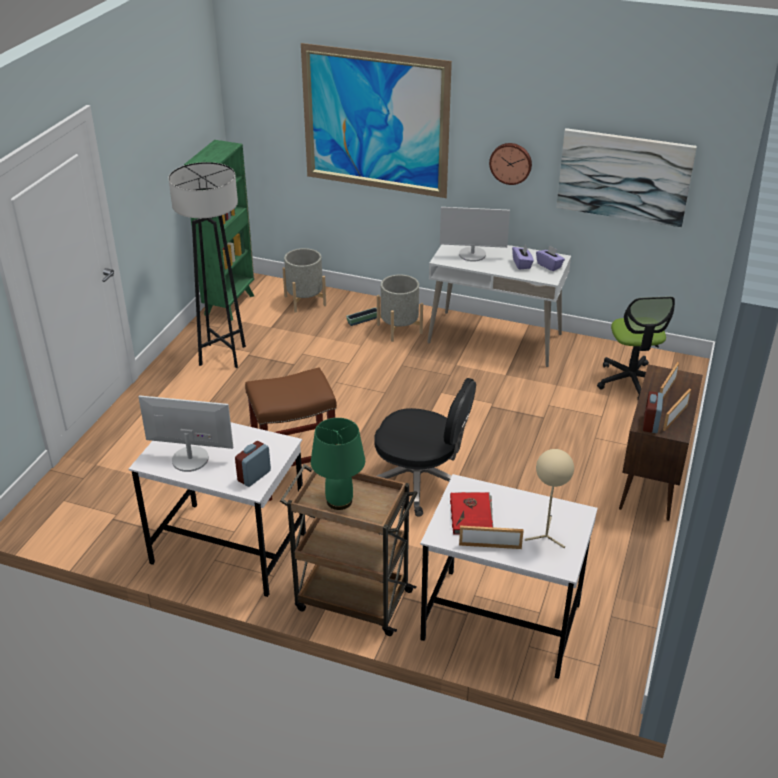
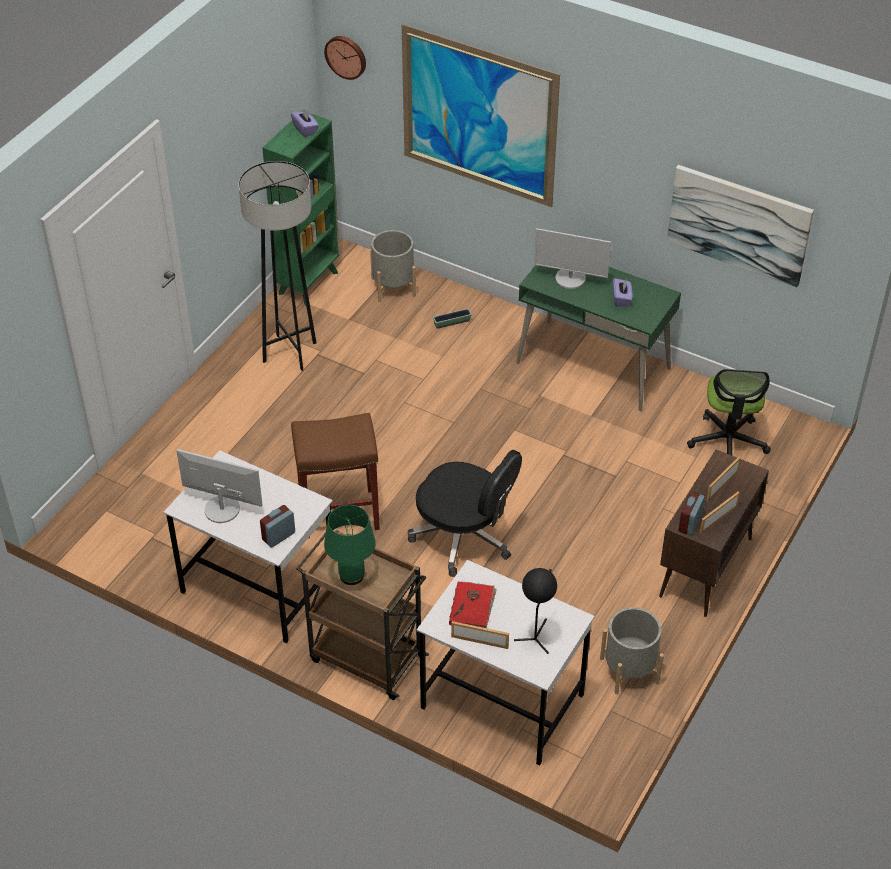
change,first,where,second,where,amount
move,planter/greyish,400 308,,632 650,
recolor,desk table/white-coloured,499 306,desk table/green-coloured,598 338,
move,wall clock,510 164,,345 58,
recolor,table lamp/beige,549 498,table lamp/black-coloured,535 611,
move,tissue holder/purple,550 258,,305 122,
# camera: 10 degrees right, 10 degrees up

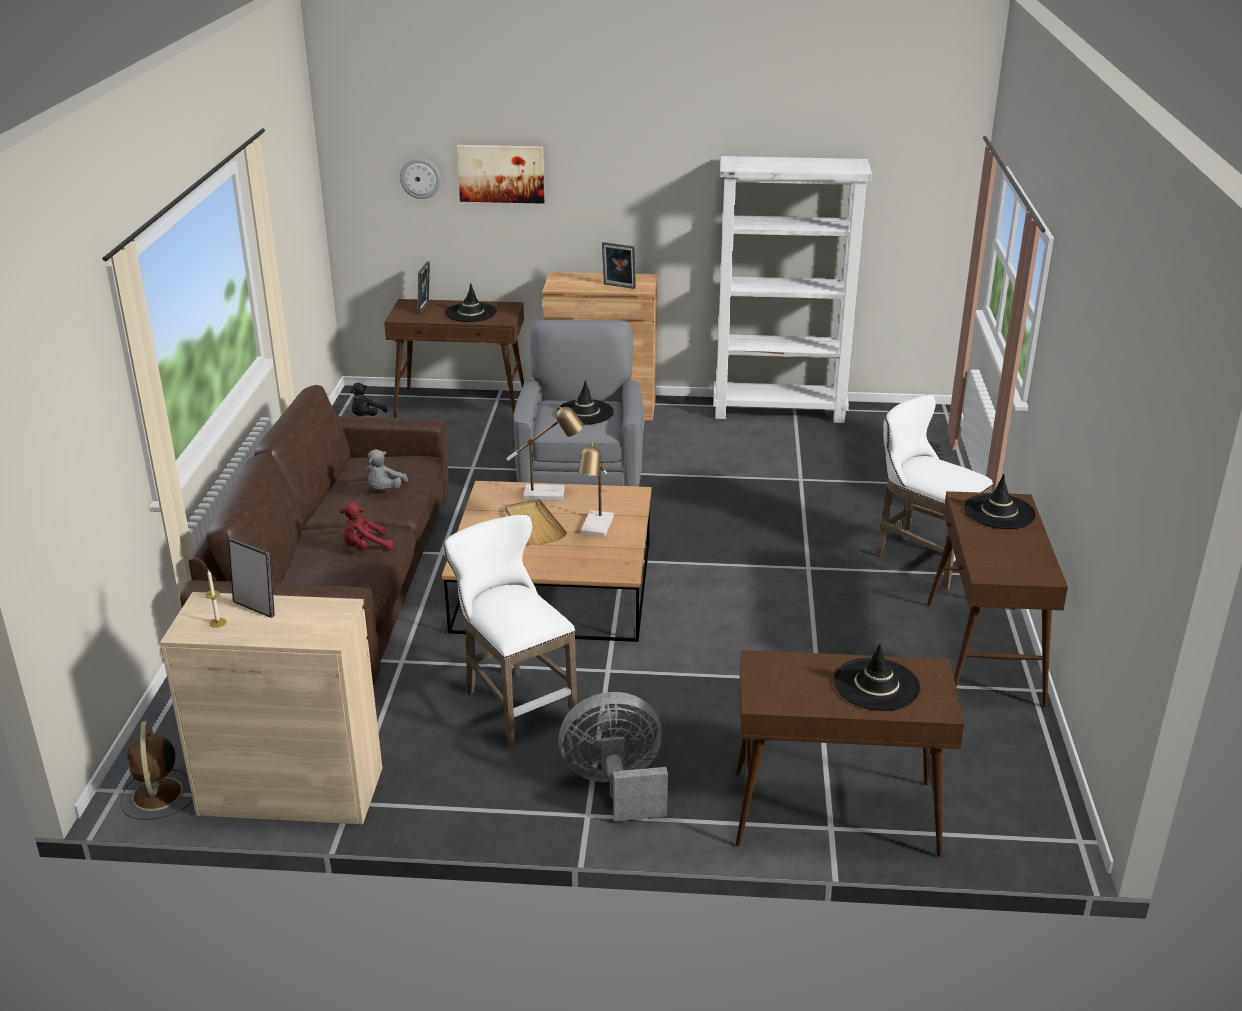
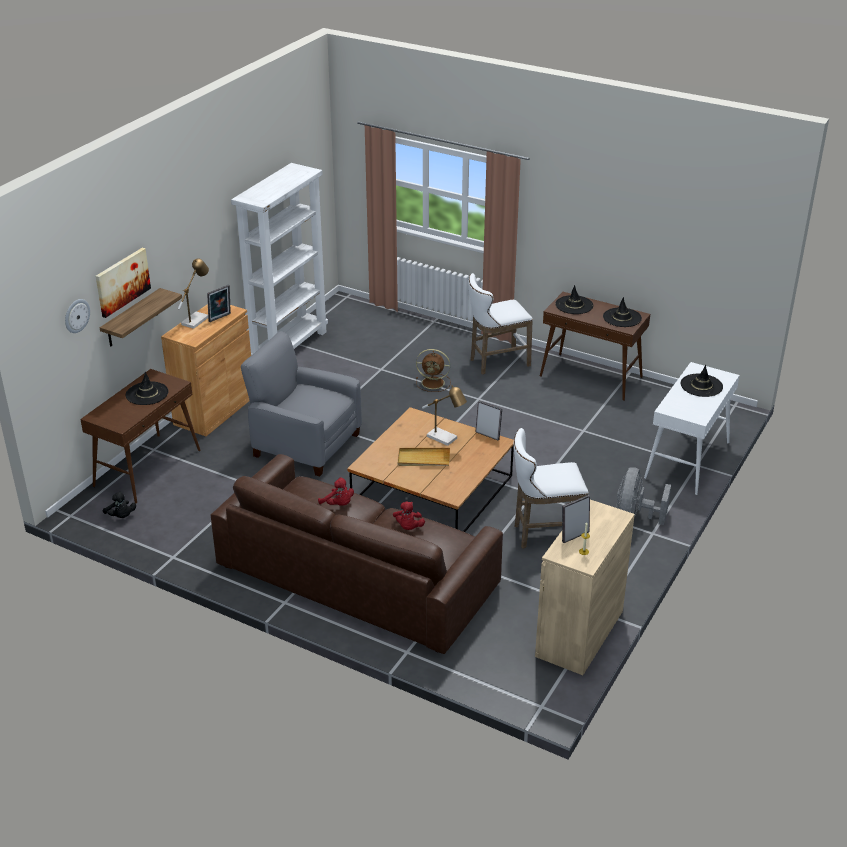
change,first,where,second,where,amount
move,electric fan/brown,157 770,,433 370,
recolor,cuddly toy/greyish,387 469,cuddly toy/red,336 491,
move,standing frame,423 287,,488 420,
move,table lamp,545 453,,193 294,
move,hat/black-coloured,585 402,,622 312,
recolor,console table/brown,850 753,console table/white-coloured,692 428,
insert,,,shelf,140 317,
# camera: 65 degrees left, 5 degrees up

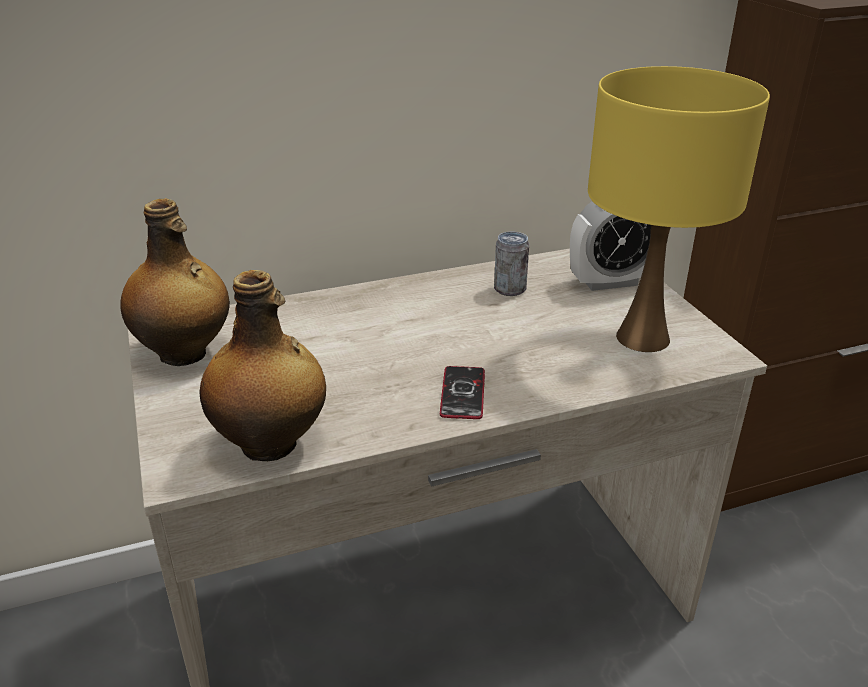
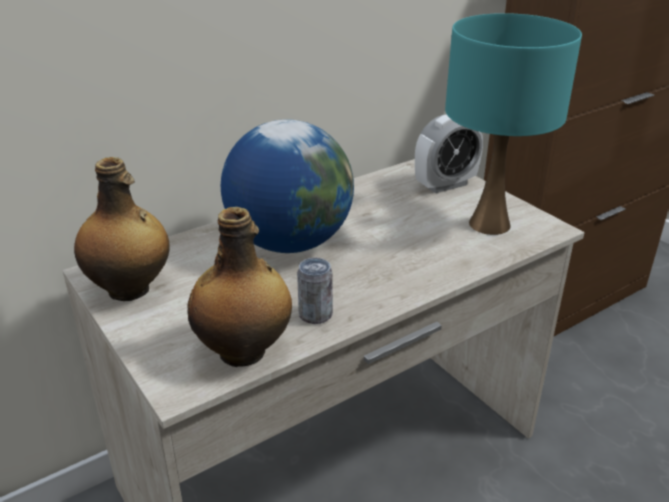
change,first,where,second,where,amount
delete,phone,462 392,,,
move,sealed can,511 263,,315 291,
recolor,table lamp/yellow-coloured,679 209,table lamp/turquoise,513 124,
insert,,,world globe,287 186,
# camera: 15 degrees left, 0 degrees up

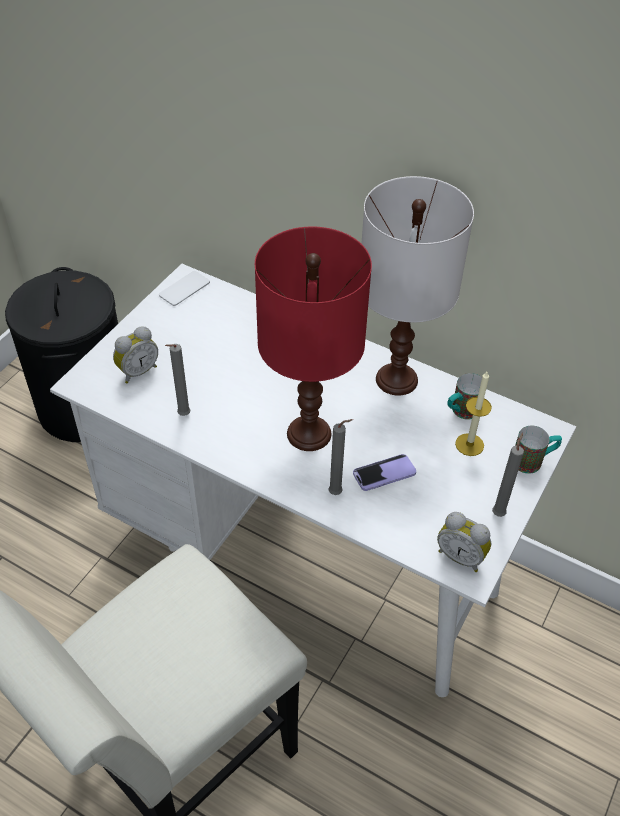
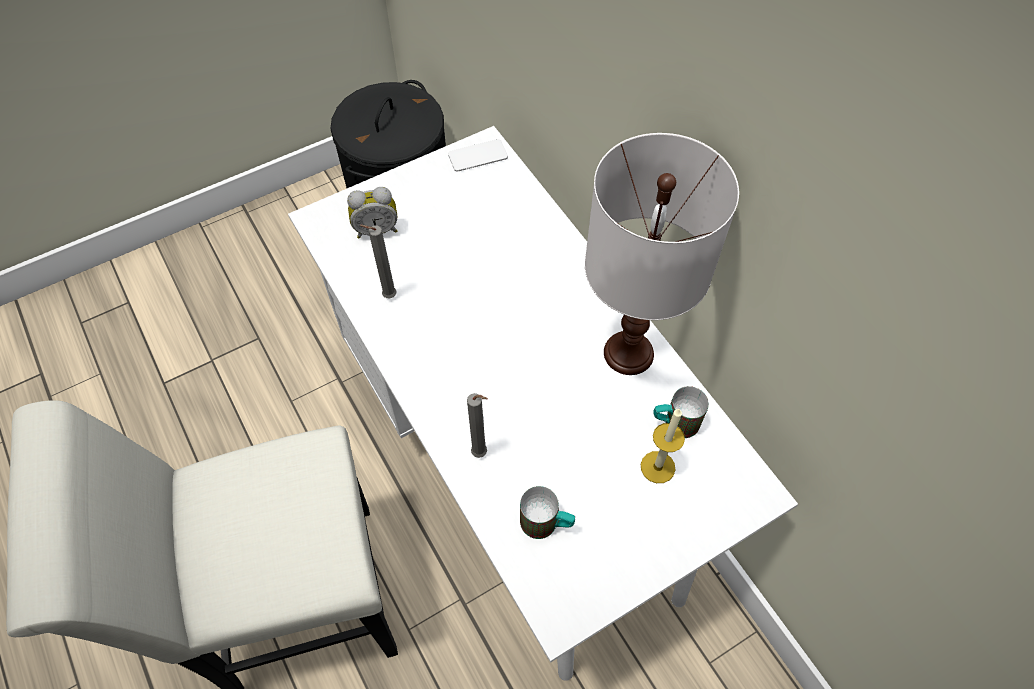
change,first,where,second,where,amount
delete,table lamp/red,313 339,,,
delete,phone,384 472,,,
delete,alarm clock,464 542,,,
delete,wax candle/greyish,508 475,,,
move,mug,538 450,,547 512,
# camera: 30 degrees right, 10 degrees up

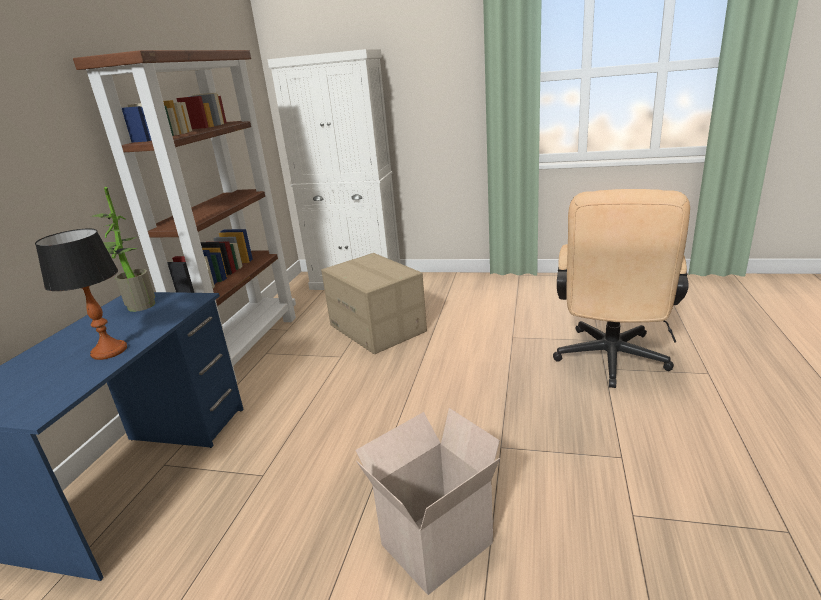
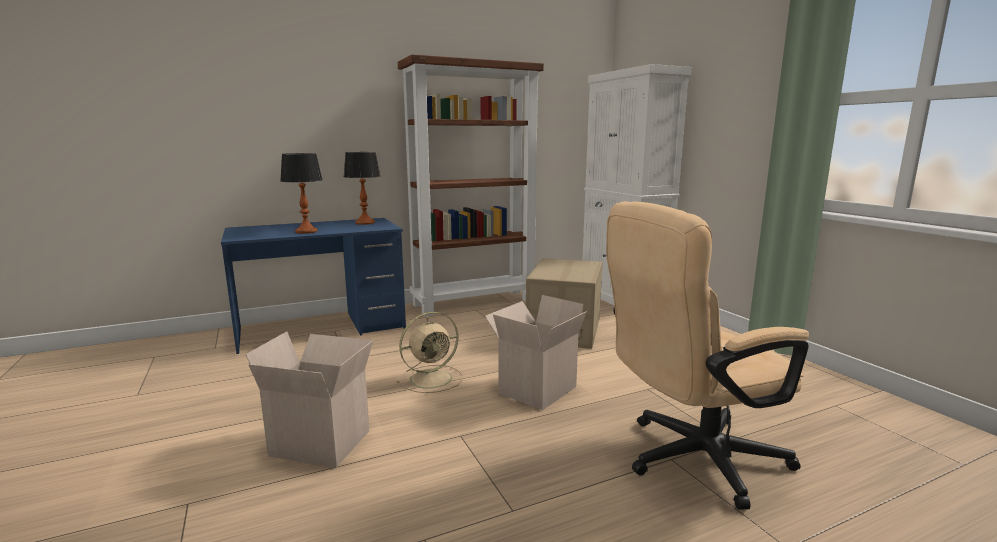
change,first,where,second,where,amount
replace,potted plant,122 249,table lamp,362 188,
insert,,,electric fan/beige,429 352,
insert,,,packing box,536 352,
# camera: 50 degrees right, 10 degrees down

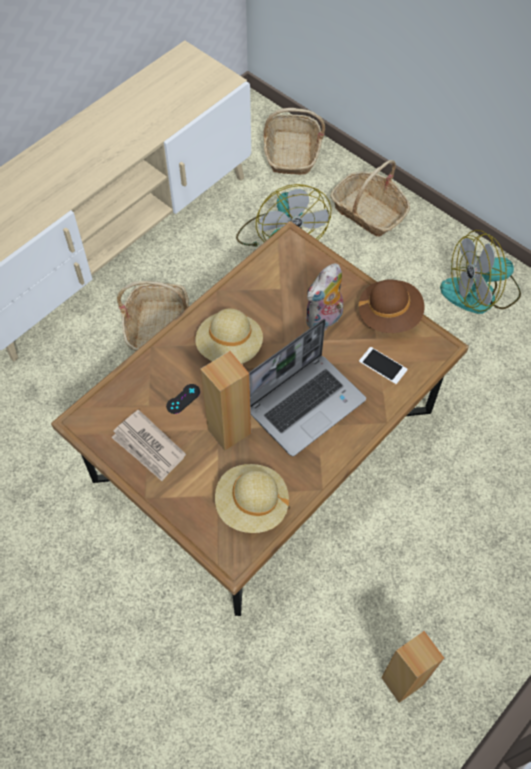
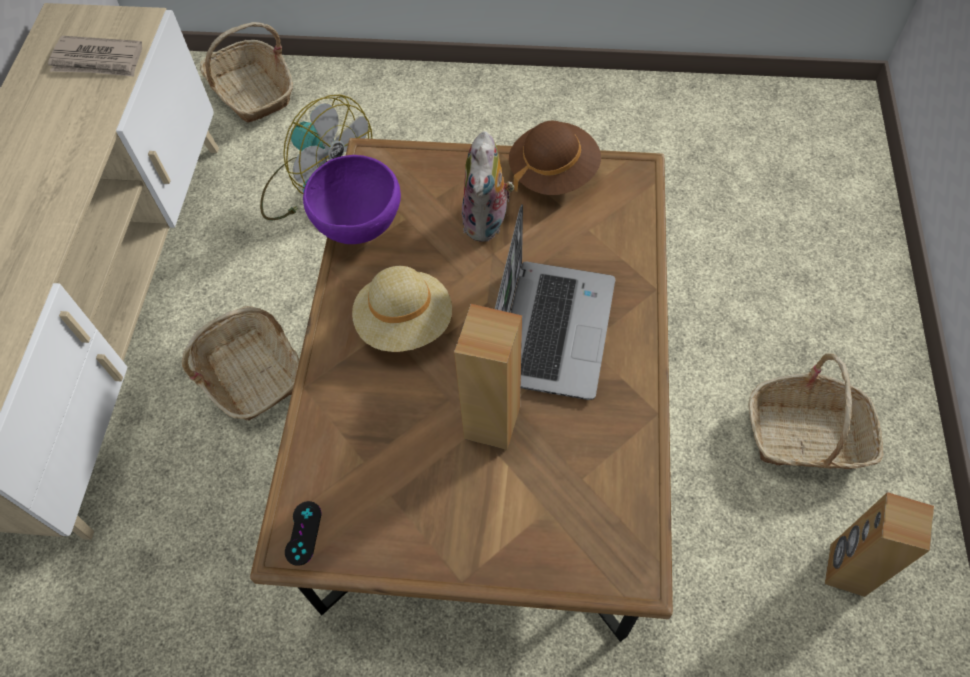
change,first,where,second,where,amount
move,newspaper,148 445,,95 56,
move,joypad/black-coloured,183 399,,303 533,
delete,hat/beige,252 498,,,
move,storage basket,370 198,,816 411,
delete,phone,383 365,,,
delete,electric fan,480 272,,,
insert,,,deep dish/purple,352 199,
# camera: 35 degrees left, 0 degrees up

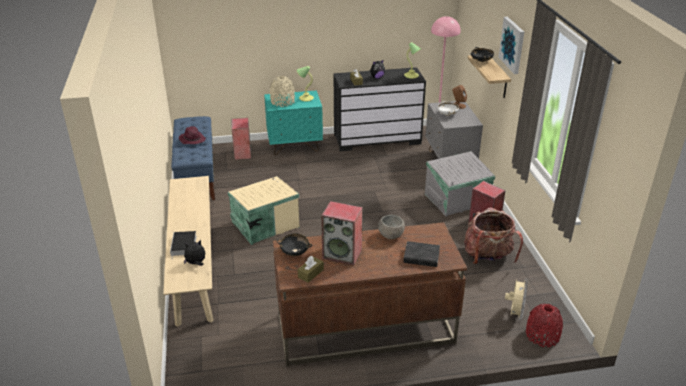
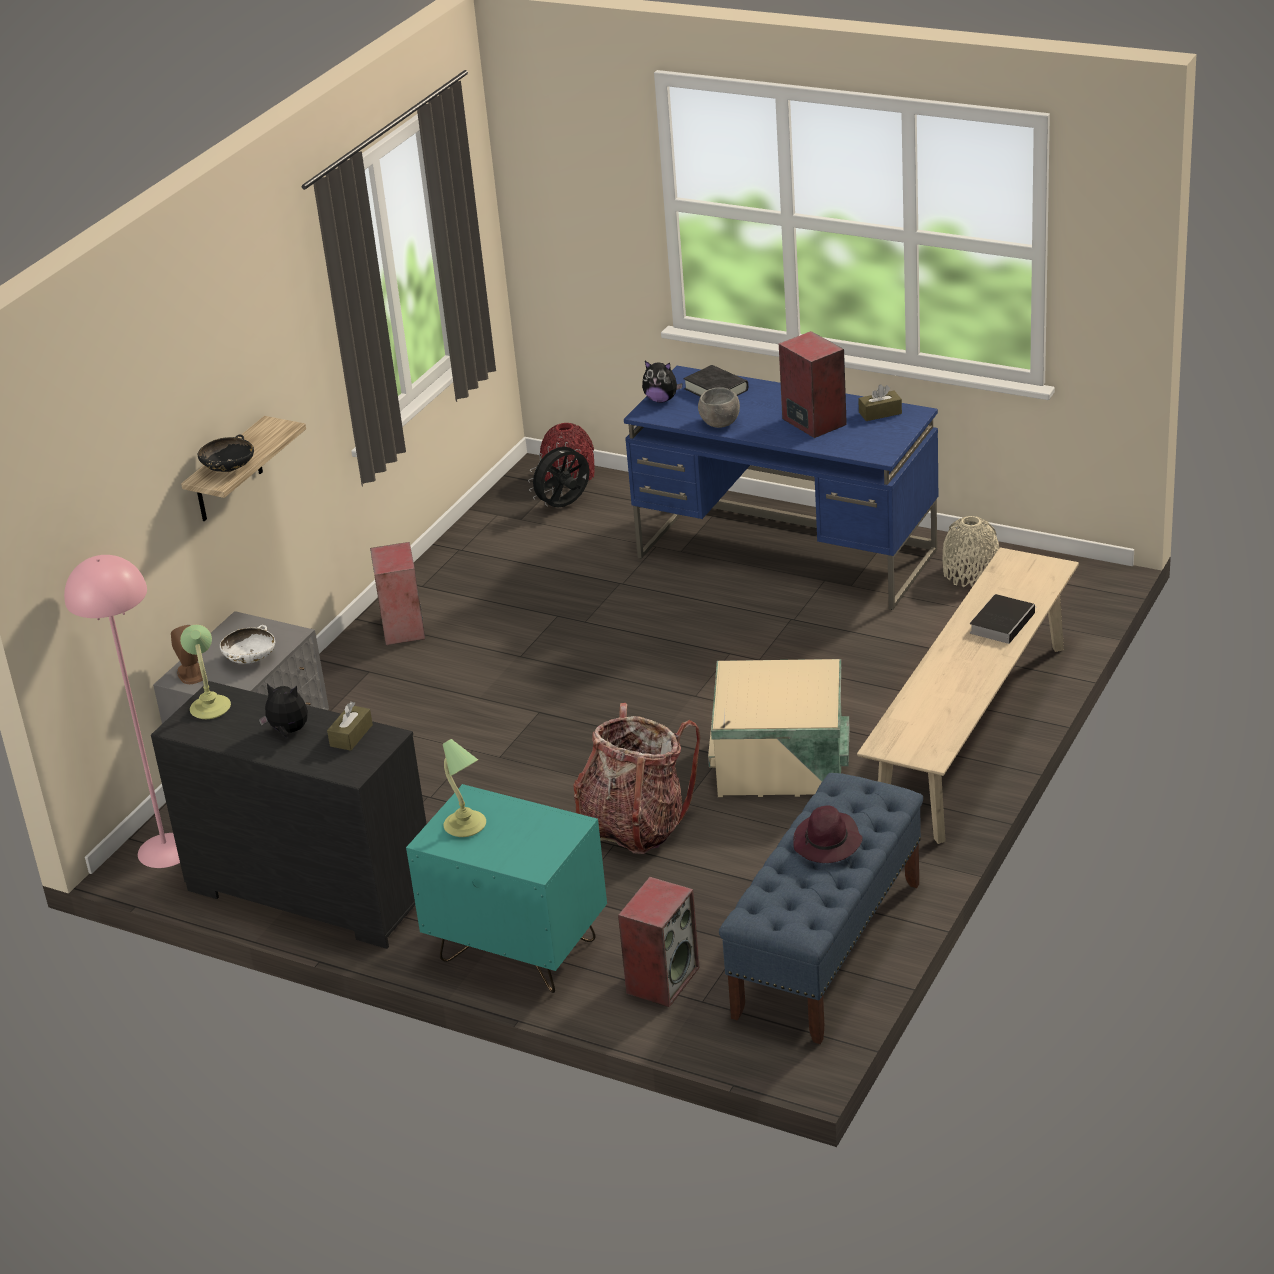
change,first,where,second,where,amount
move,cuddly toy,194 253,,662 382,
move,vase/beige,282 91,,970 551,
recolor,desk table/brown,370 294,desk table/blue-coloured,781 488,
delete,deep dish/black-coloured,294 244,,,
delete,storage container/greyish,460 184,,,
move,backpack,493 235,,637 778,
delete,wall art,511 45,,,
recolor,electric fan/beige,516 299,electric fan/black-coloured,559 475,
# camera: 140 degrees left, 0 degrees up

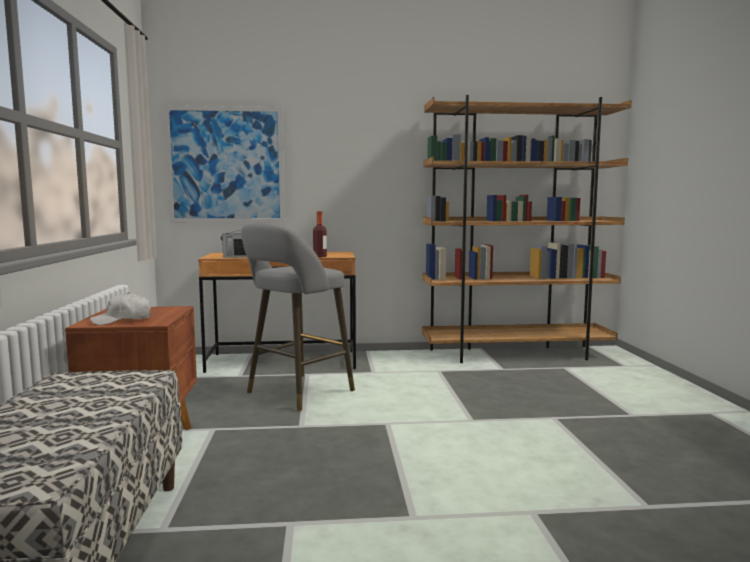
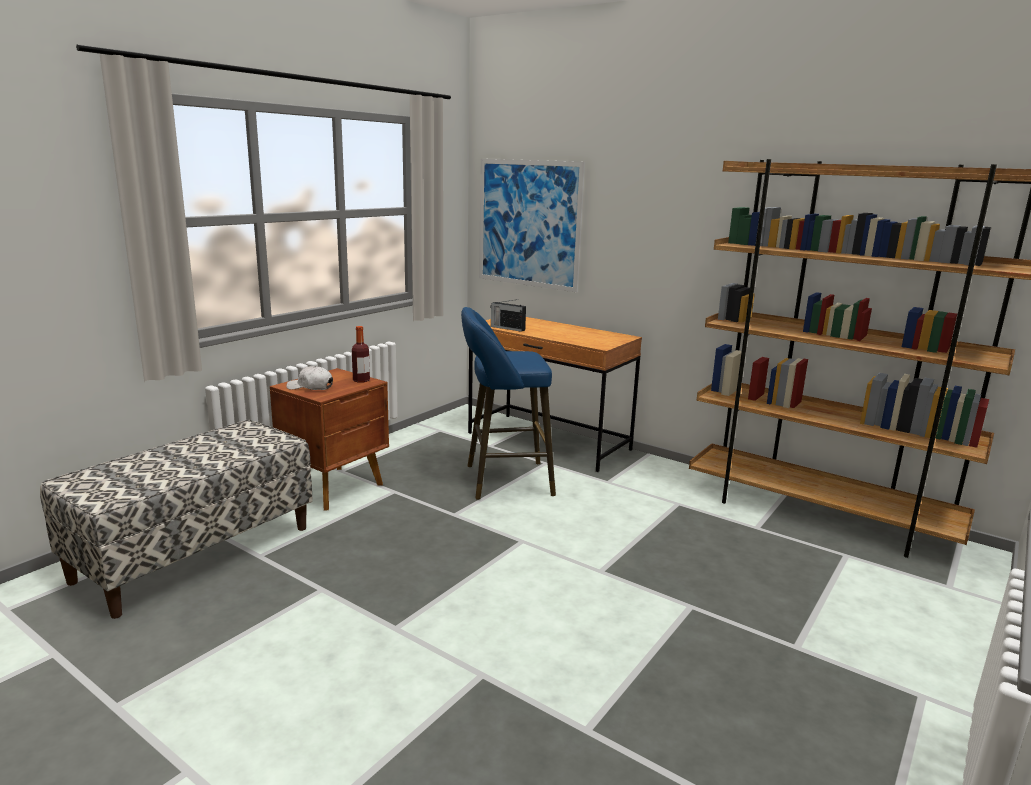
change,first,where,second,where,amount
recolor,sitting stool/greyish,298 316,sitting stool/blue-coloured,508 403,
move,drink bottle,320 234,,361 354,
# camera: 40 degrees right, 10 degrees up

